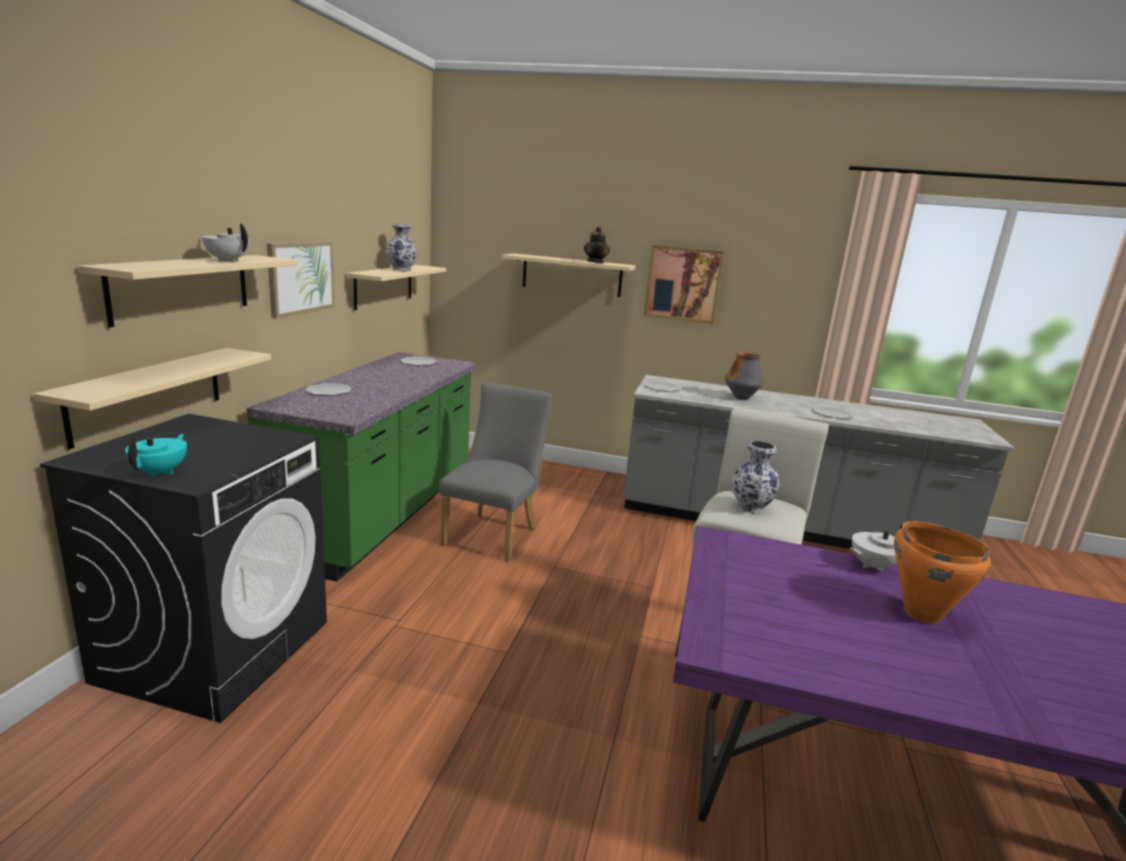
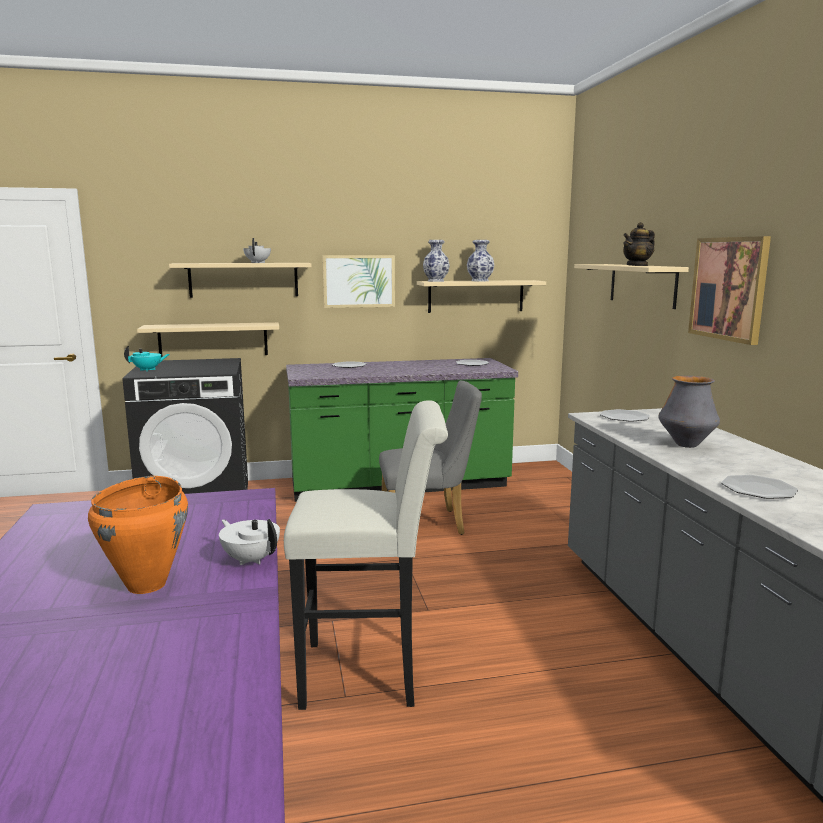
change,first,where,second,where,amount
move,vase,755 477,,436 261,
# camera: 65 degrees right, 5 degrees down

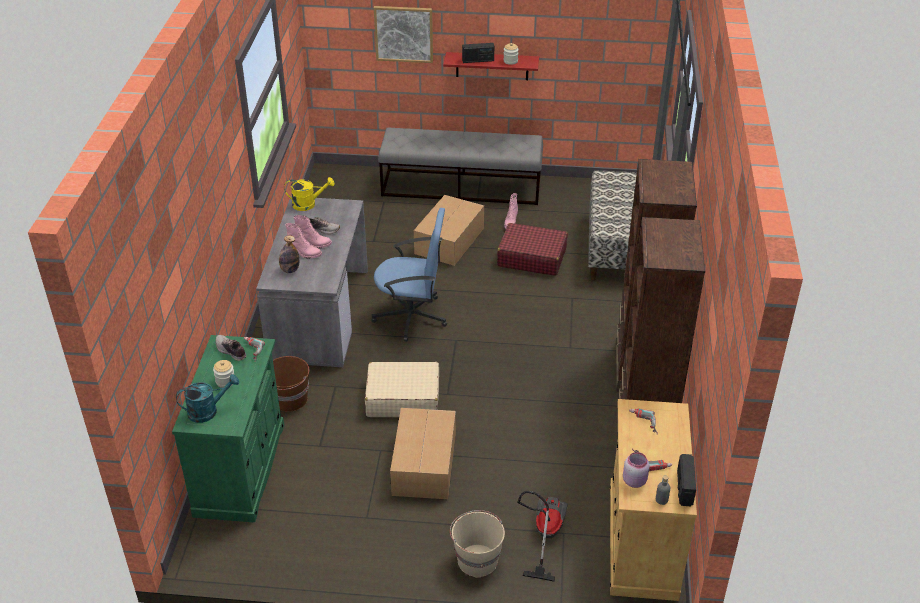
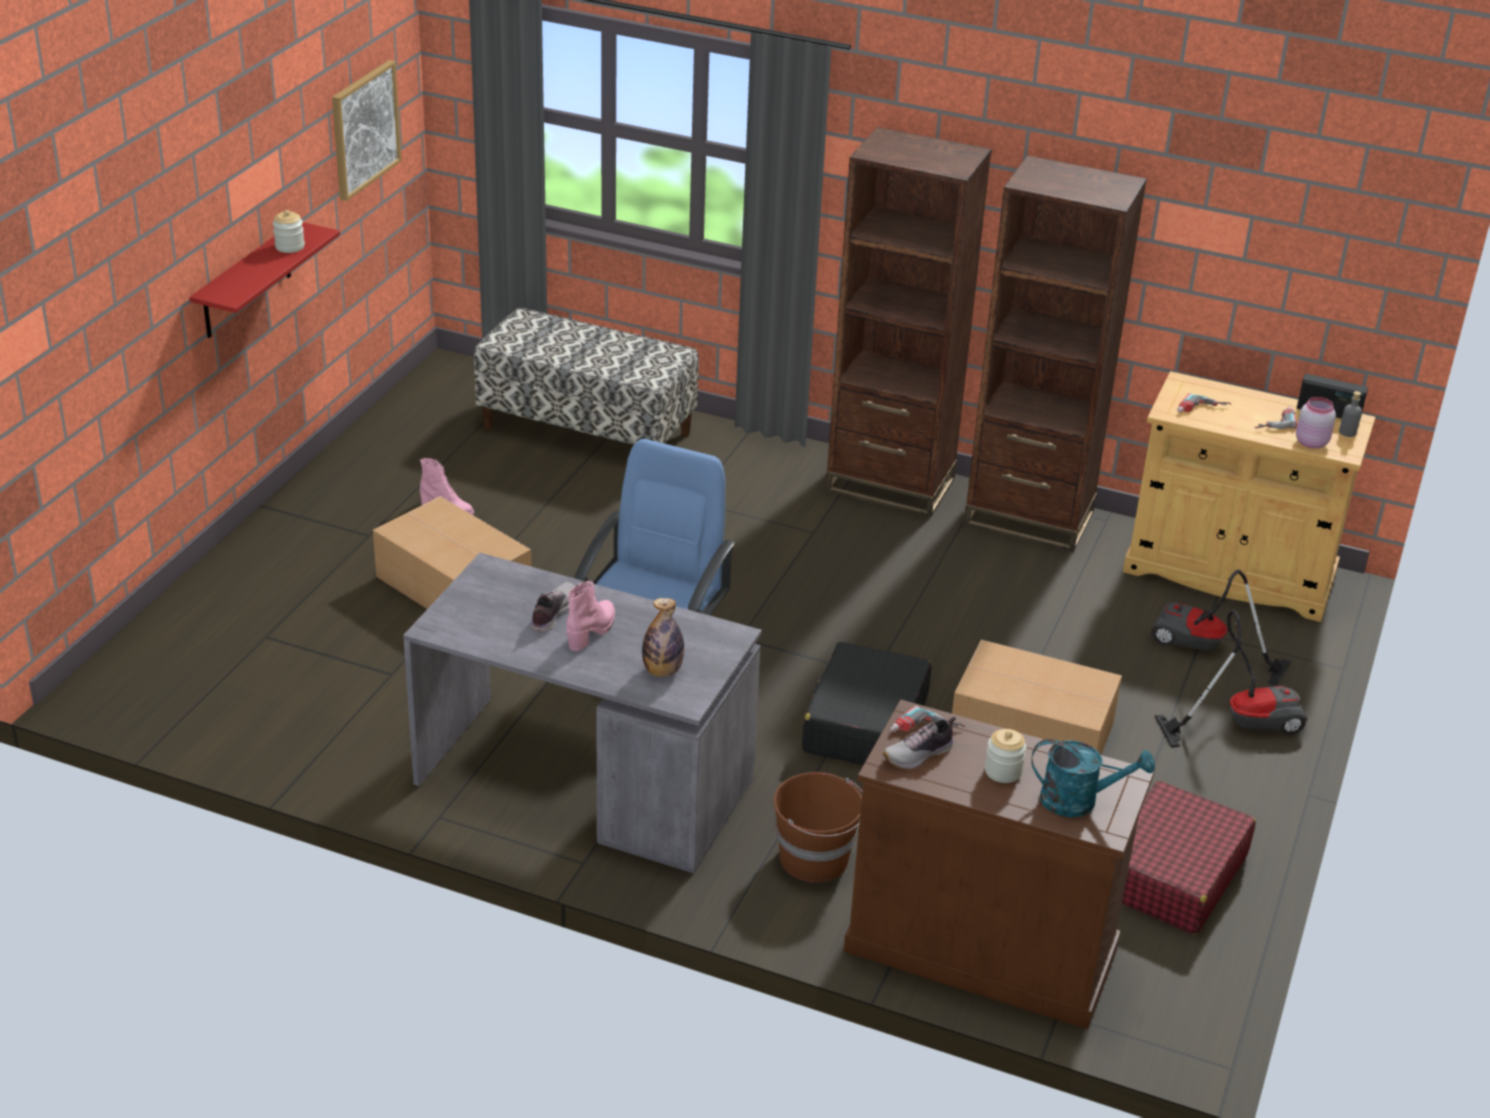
change,first,where,second,where,amount
recolor,cabinet/green-coloured,228 428,cabinet/brown,999 864,
rotate,watering pot/turquoise,207 398,,1093 778,105 degrees clockwise
delete,watering pot/yellow-coloured,309 194,,,
delete,high-top boot/pink-coloured,303 241,,,
recolor,piece of luggage/beige,402 389,piece of luggage/black-coloured,867 703,
move,wall art,403 34,,366 130,
delete,bench/greyish,460 166,,,
replace,water bucket/beige,477 544,vacuum,1231 679,
delete,radio receiver,478 53,,,
move,piece of luggage/red,532 249,,1189 858,
# camera: 75 degrees left, 5 degrees down

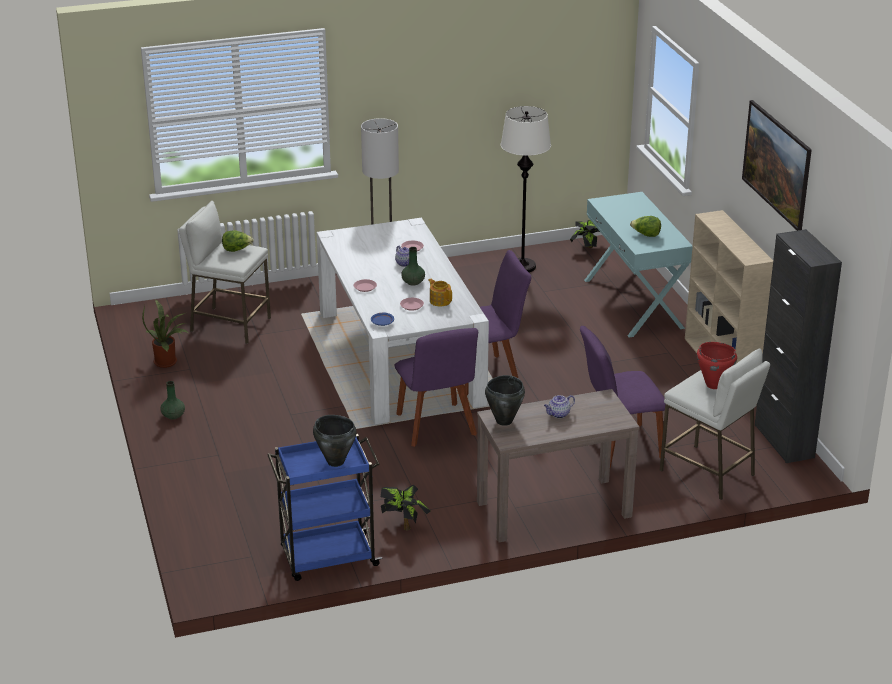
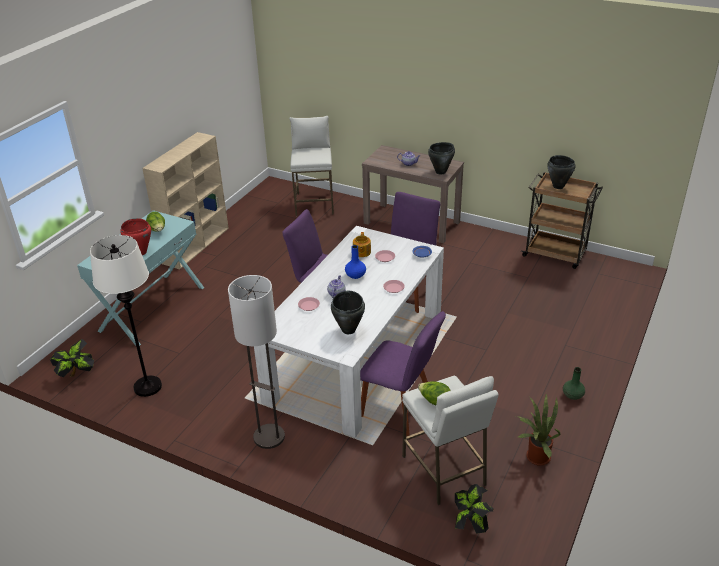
change,first,where,second,where,amount
recolor,wheeled cart/blue-coloured,325 507,wheeled cart/brown,562 220,
move,potted plant,406 507,,474 509,
recolor,vase/green-coloured,413 266,vase/blue-coloured,355 262,
move,chair/purple,622 397,,403 373,
move,saucepot/red,717 365,,135 236,
delete,wall art,777 165,,,
delete,cabinet/black-coloured,798 346,,,
insert,,,saucepot/black-coloured,348 312,
# camera: 135 degrees left, 5 degrees up

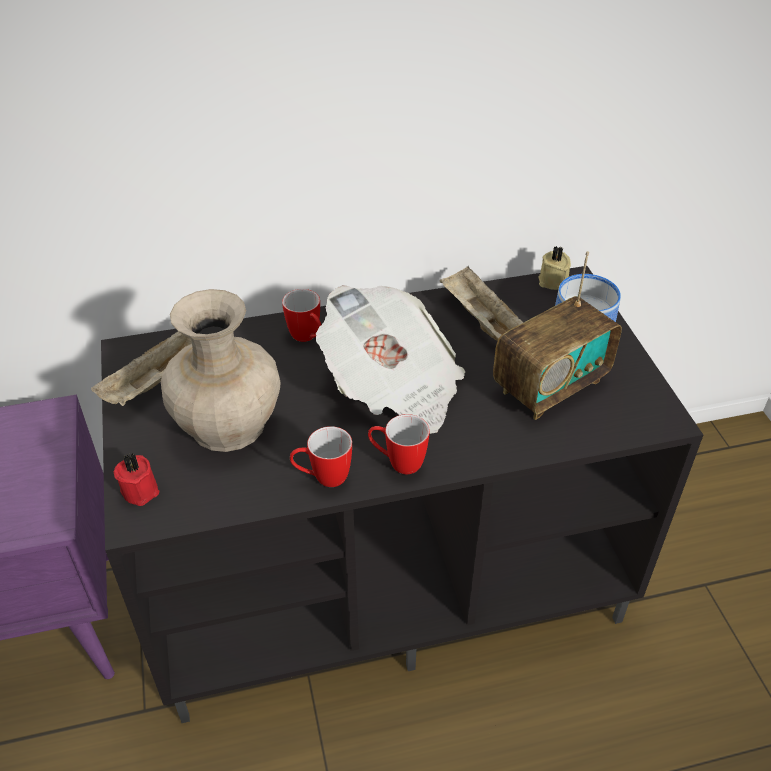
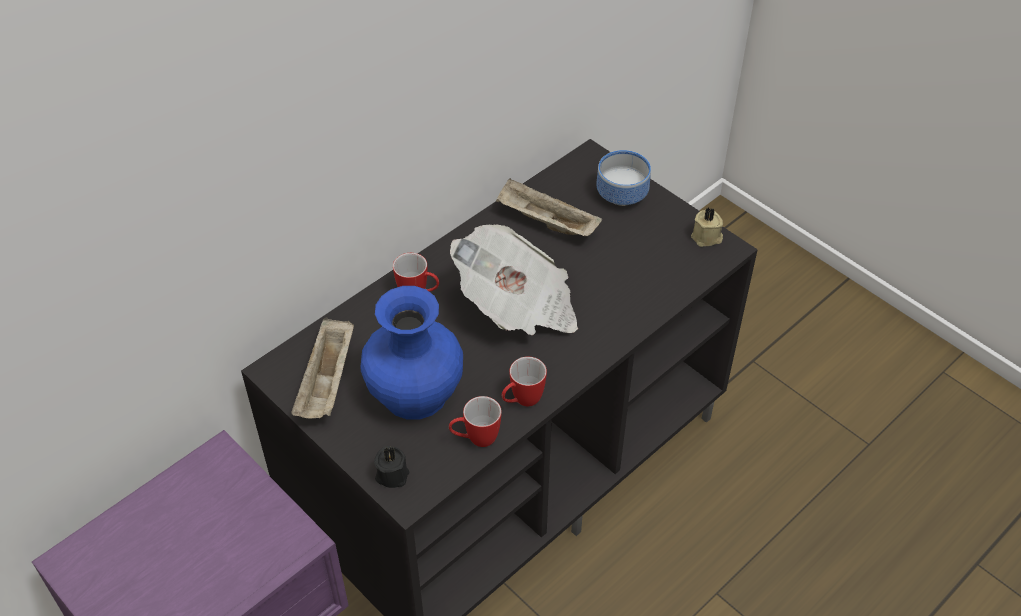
change,first,where,second,where,amount
recolor,wax candle/red,136 479,wax candle/black-coloured,391 467,
recolor,vase/beige,220 370,vase/blue-coloured,411 353,
move,mug,399 444,,475 421,
delete,radio receiver,557 335,,,
move,wax candle/beige,554 268,,707 227,
# camera: 30 degrees left, 5 degrees up

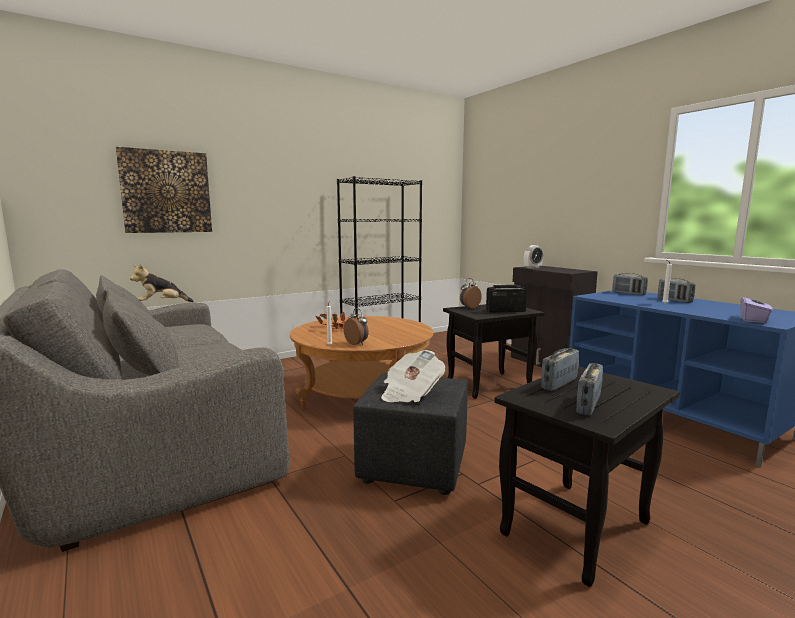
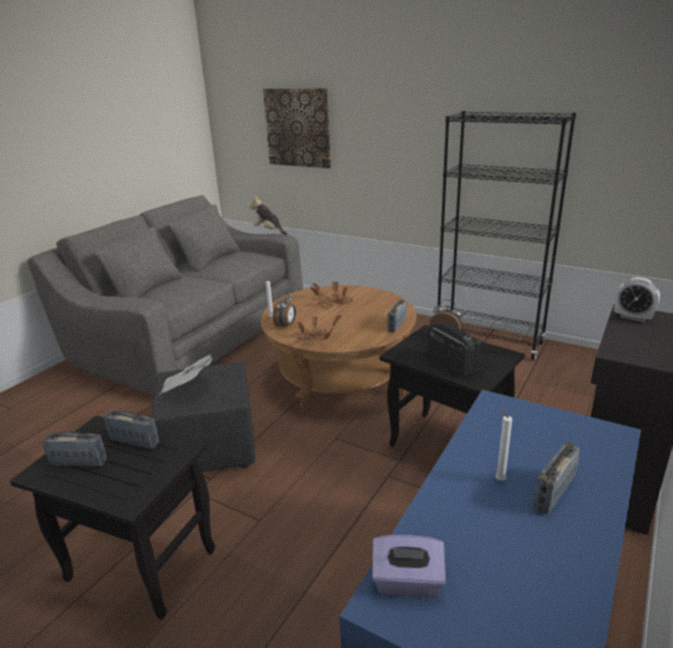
change,first,where,second,where,amount
move,radio receiver,630 284,,397 316,
insert,,,potted plant,318 328,
# camera: 65 degrees right, 15 degrees up

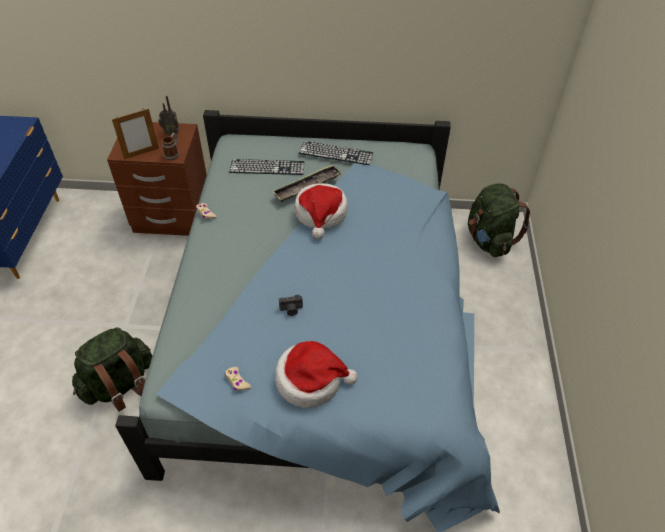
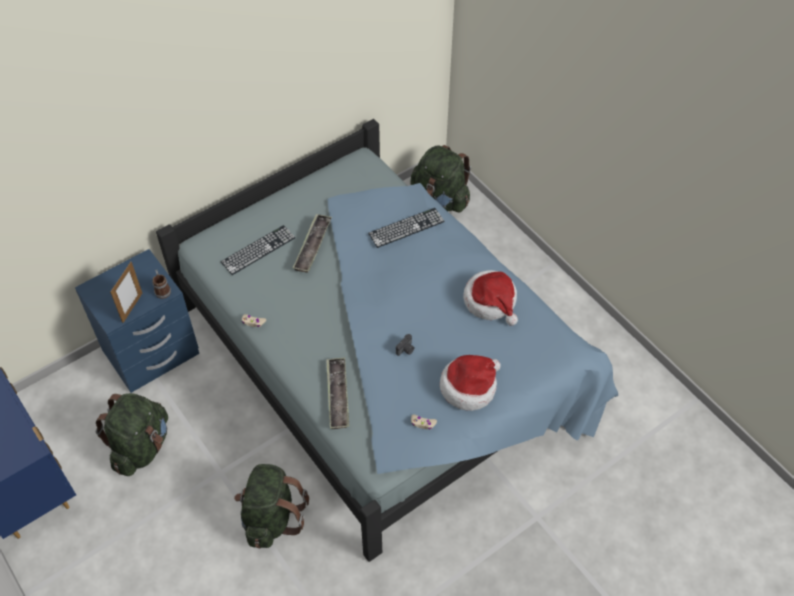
change,first,where,second,where,amount
recolor,bedside table/brown,157 179,bedside table/blue-coloured,137 321,
delete,radio receiver,168 115,,,
move,hat,321 211,,490 298,
move,keyboard,336 153,,406 228,
insert,,,backpack/green-coloured,132 434,
insert,,,tray,337 393,
# camera: 40 degrees left, 5 degrees up

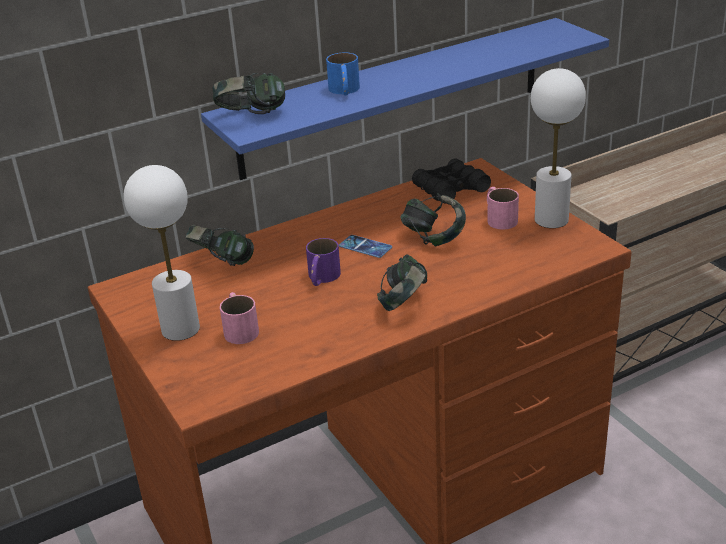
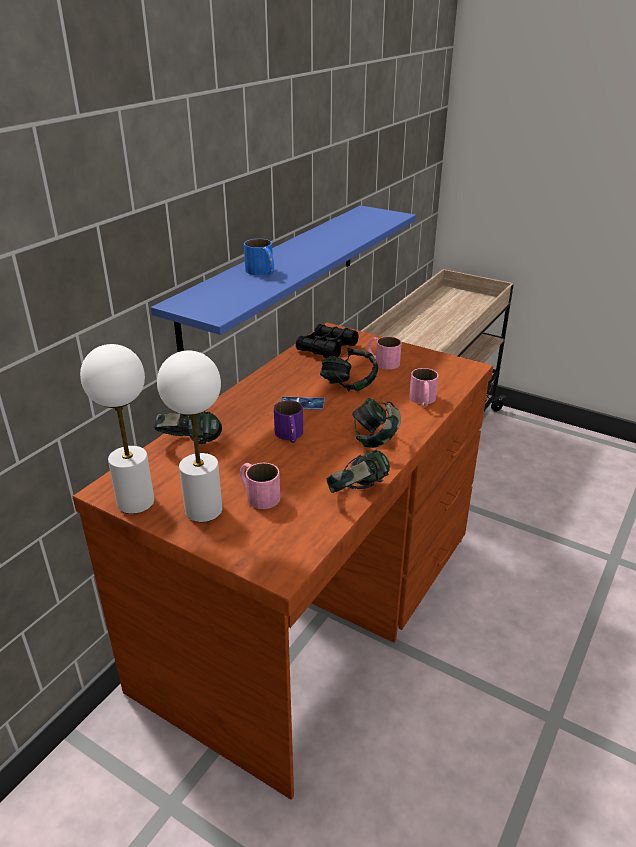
change,first,where,second,where,amount
move,headphones,249 93,,358 471,
move,table lamp/white-coloured,558 148,,117 429,
insert,,,mug/pink-coloured,423 387,
# camera: 30 degrees left, 0 degrees up

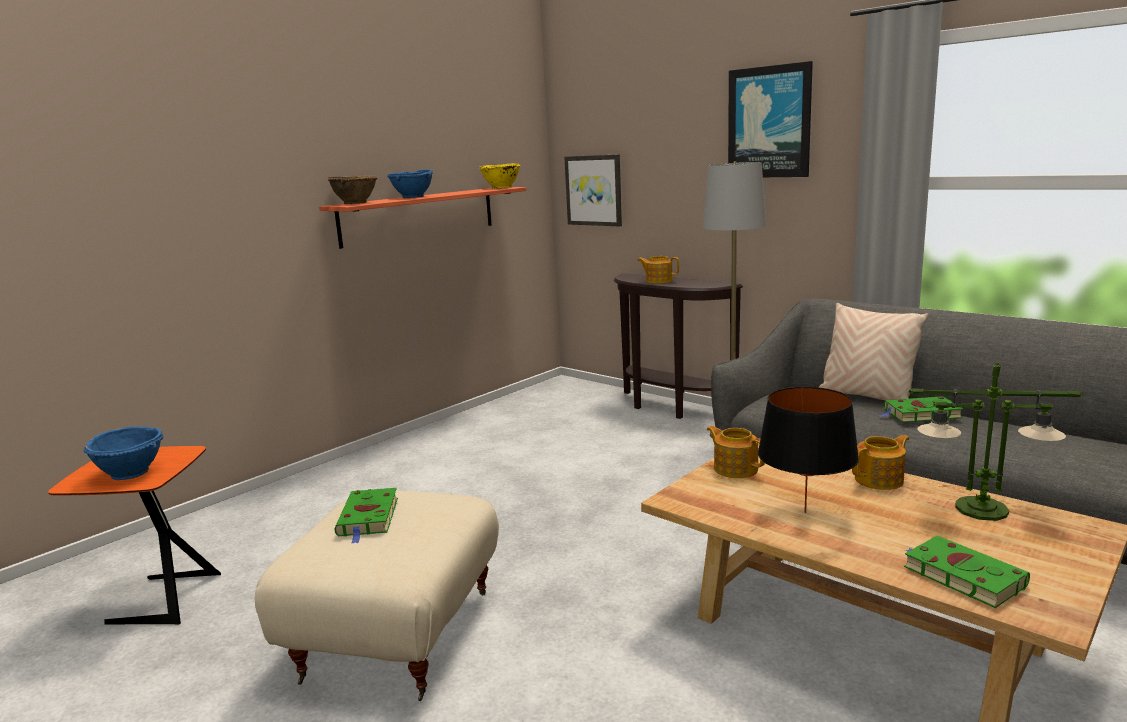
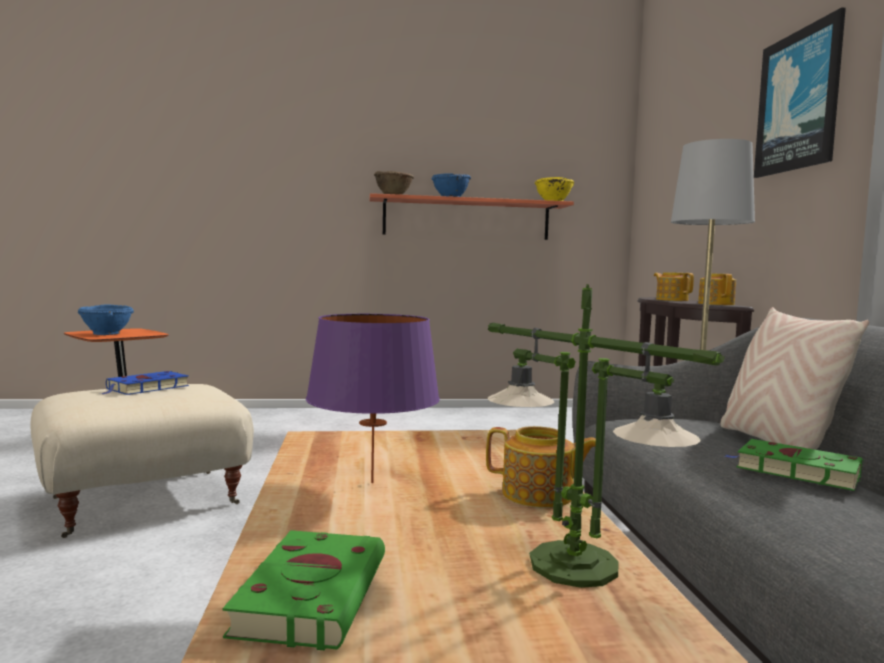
change,first,where,second,where,amount
recolor,bound book/green-coloured,366 516,bound book/blue-coloured,144 383,
delete,wall art,593 190,,,
move,teapot,736 452,,717 289,
recolor,table lamp/black-coloured,808 450,table lamp/purple,373 398,
# camera: 40 degrees right, 10 degrees down

